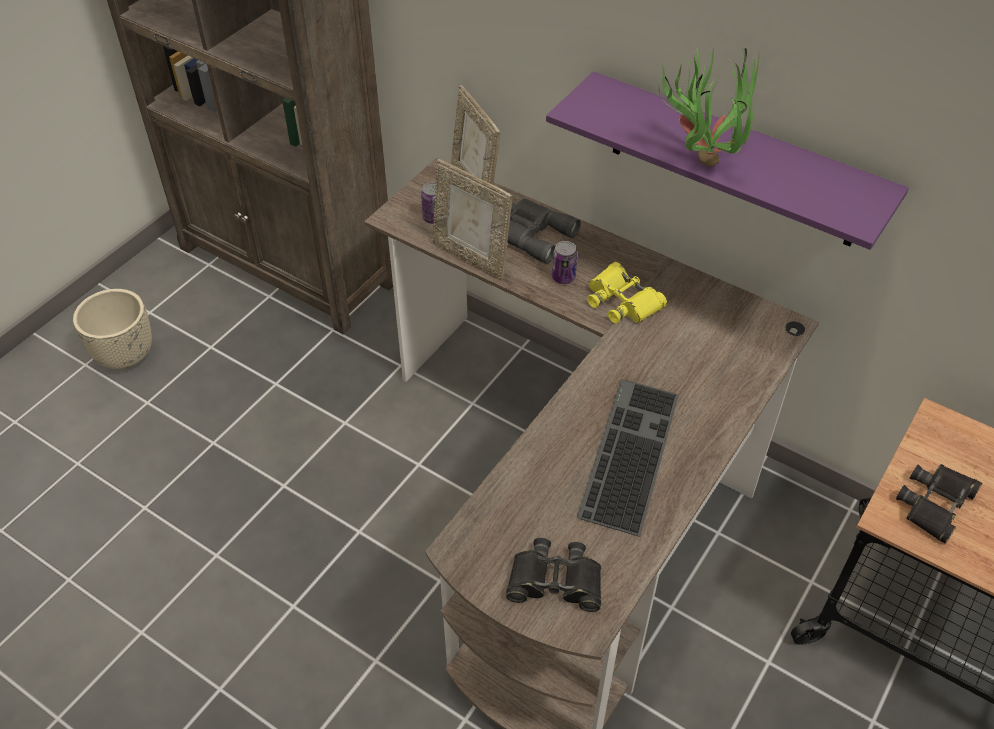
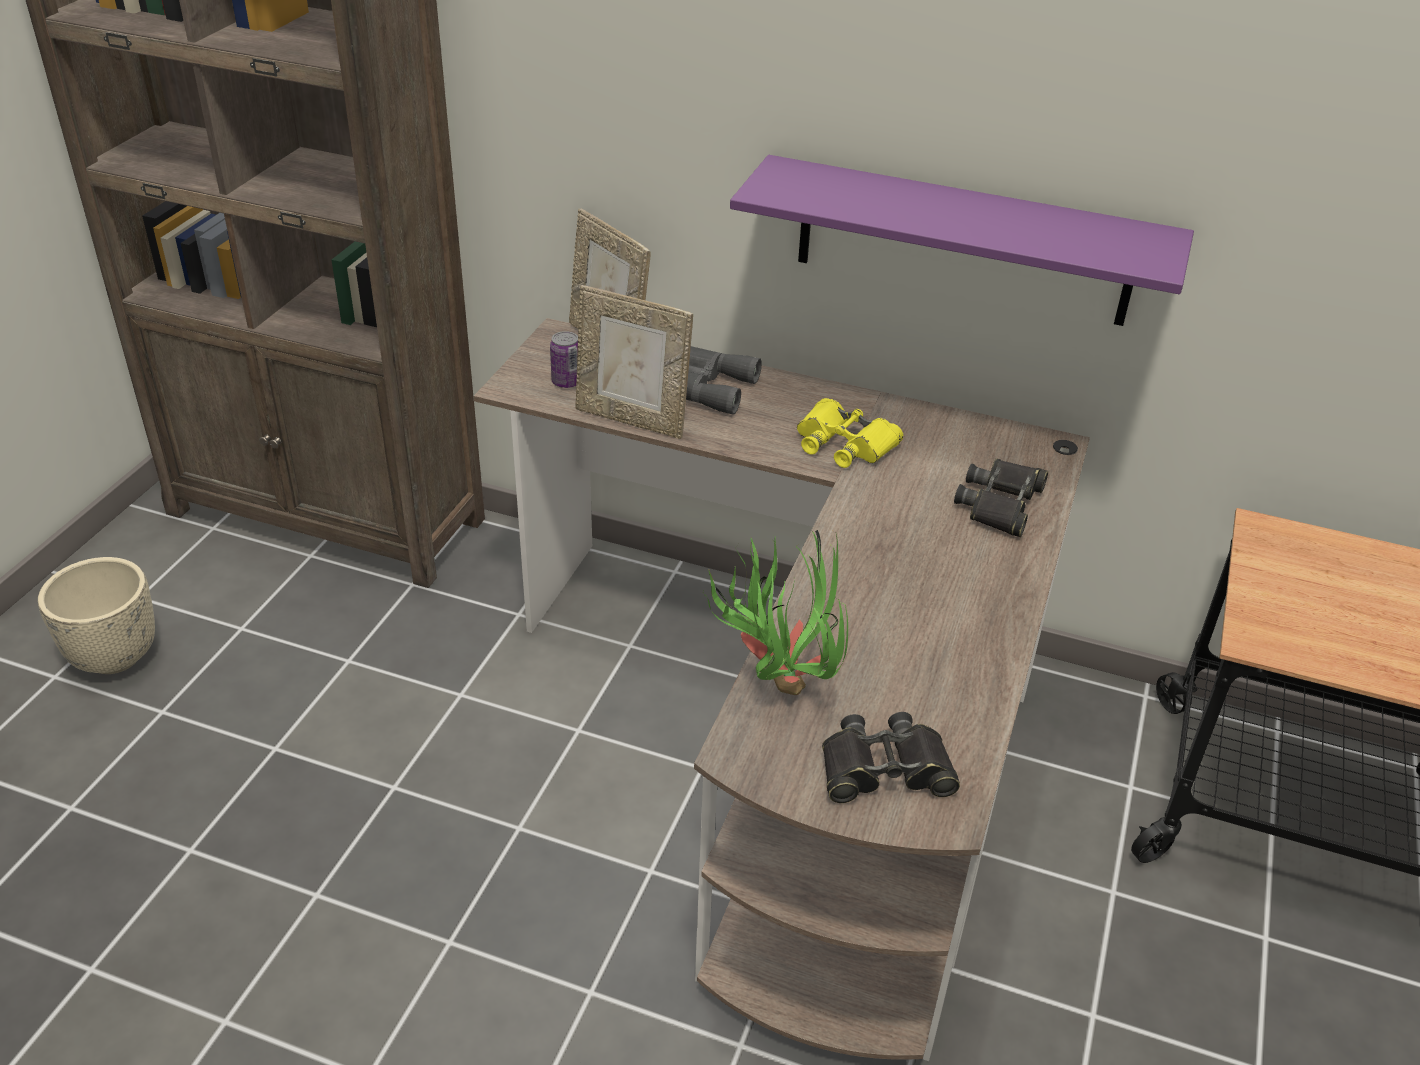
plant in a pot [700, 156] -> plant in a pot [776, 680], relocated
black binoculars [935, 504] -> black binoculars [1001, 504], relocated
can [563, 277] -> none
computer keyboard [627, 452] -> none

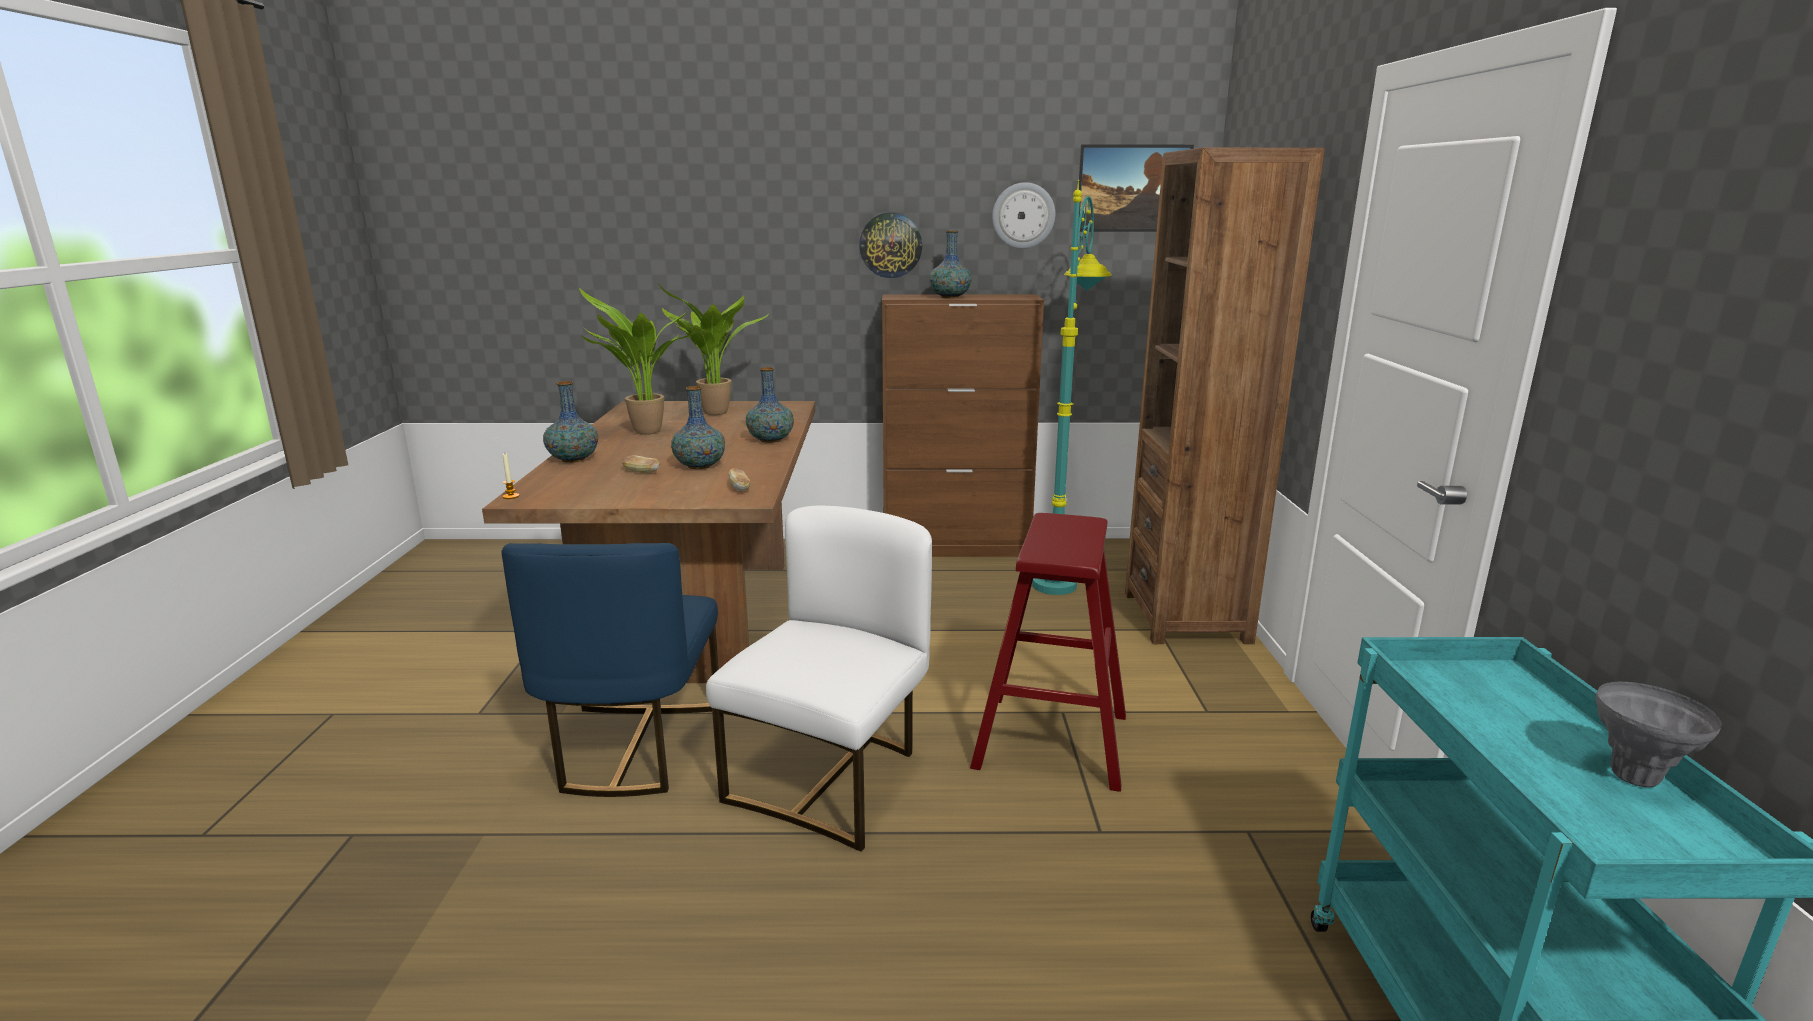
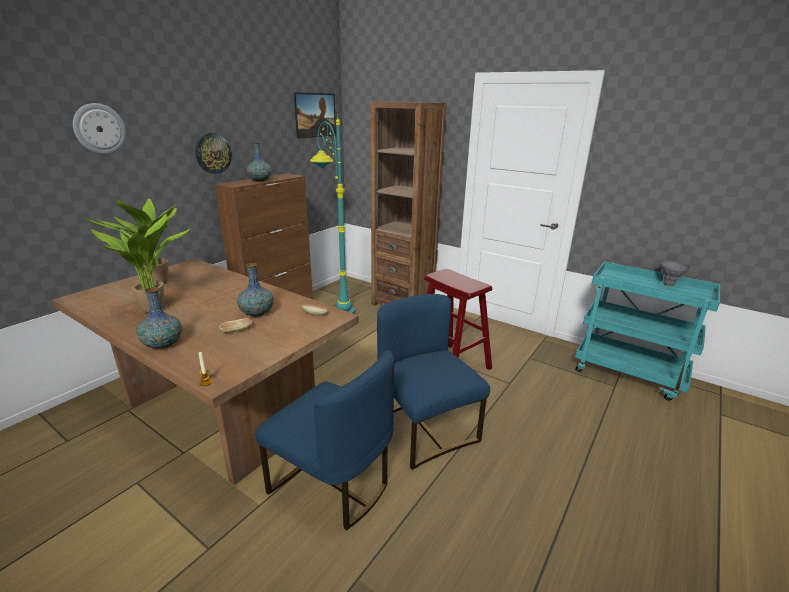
hanging clock [1023, 215] -> hanging clock [99, 129], relocated
whitish upright chair [832, 780] -> blue upright chair [425, 429]
decorative vase [770, 440] -> none

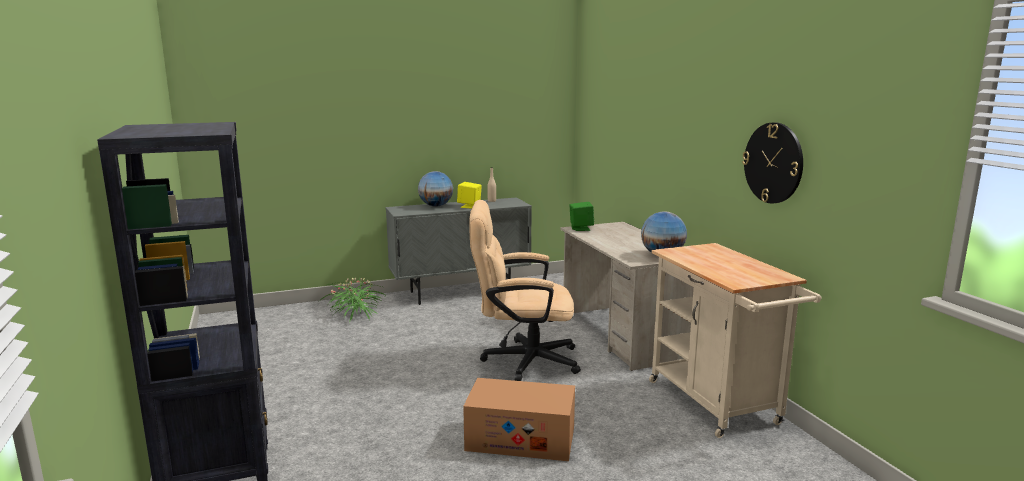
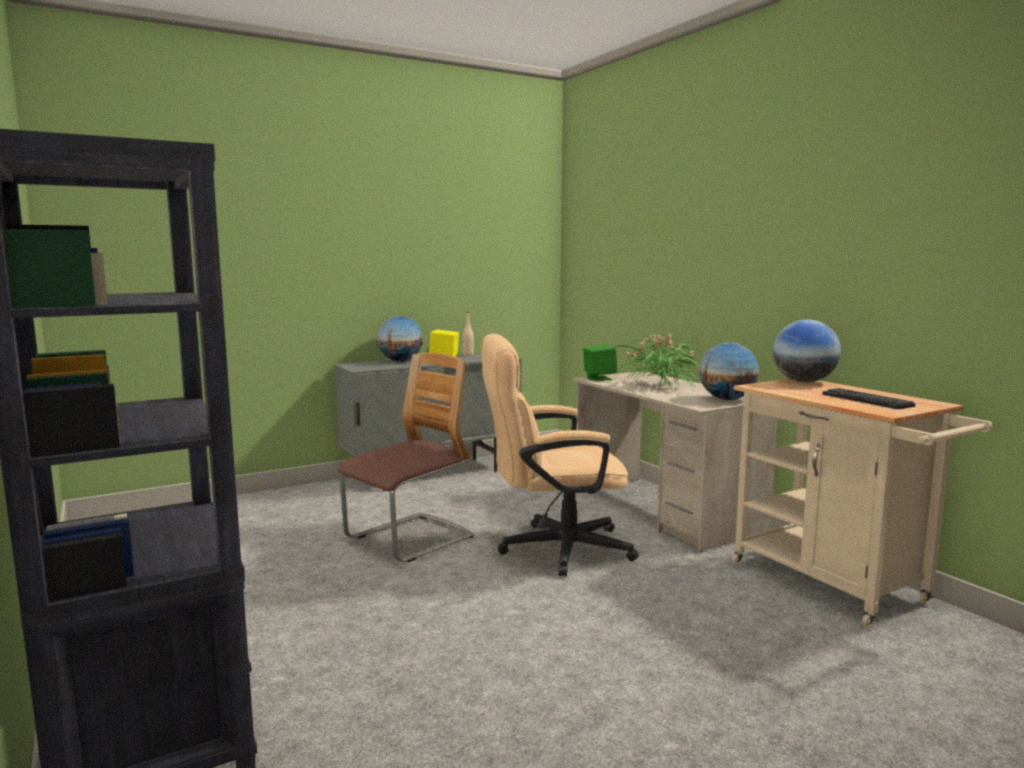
none -> upright chair [409, 539]
plant in a pot [355, 314] -> plant in a pot [660, 385], relocated
none -> world globe [803, 382]
none -> computer keyboard [866, 400]
carton [520, 439] -> none
hanging clock [773, 163] -> none

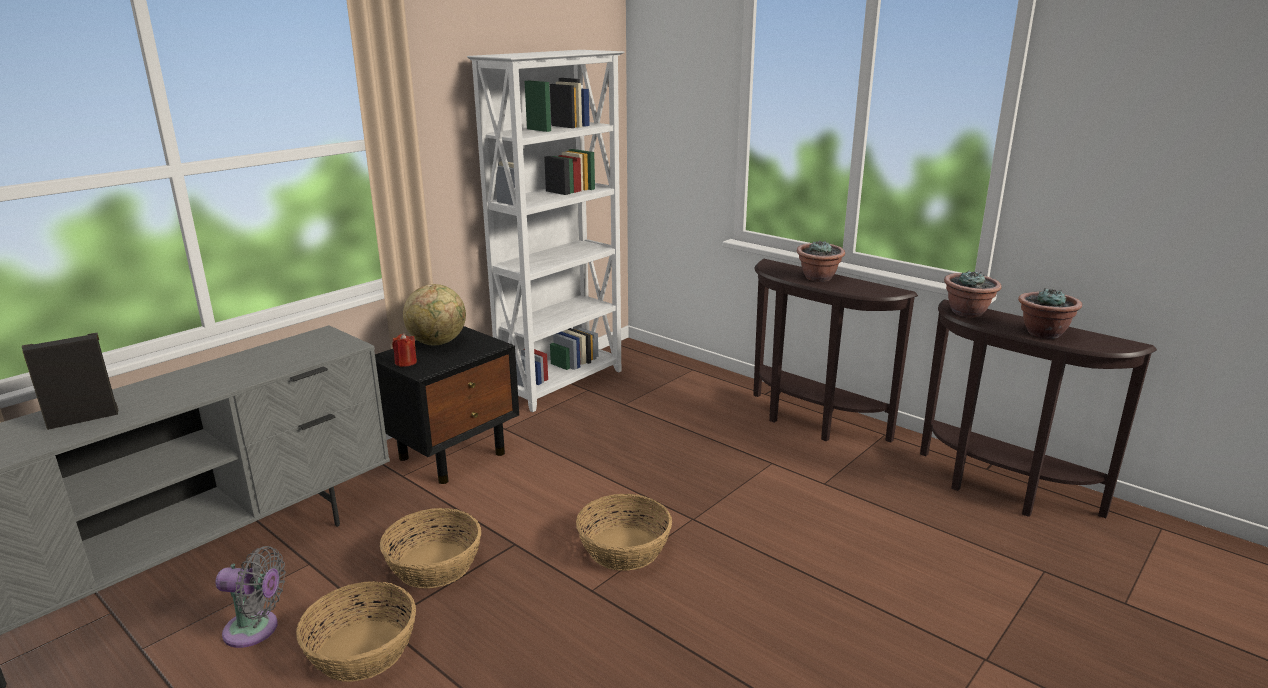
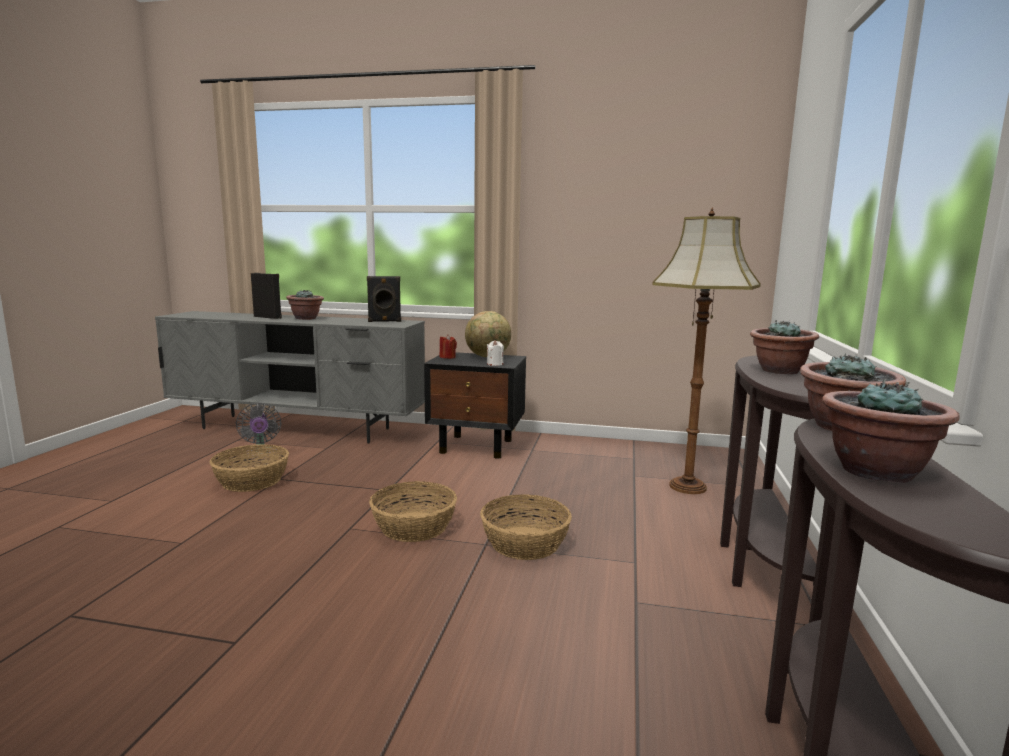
none -> plant in a pot [306, 318]
none -> black loudspeaker [384, 321]
basket [435, 565] -> basket [525, 543], relocated
none -> whitish wax light [495, 364]
none -> standard lamp [689, 487]
whitish shelving unit [563, 383] -> none

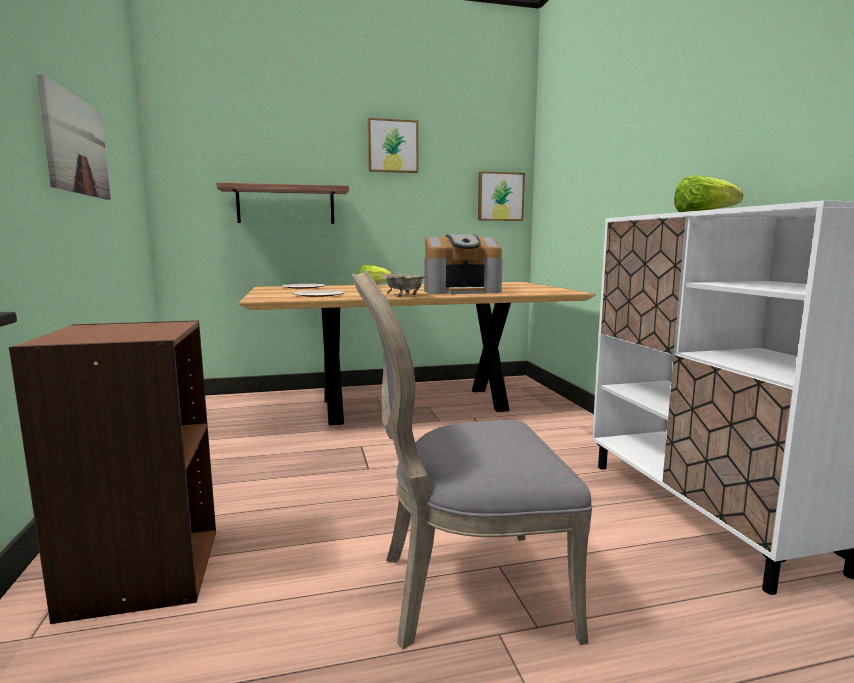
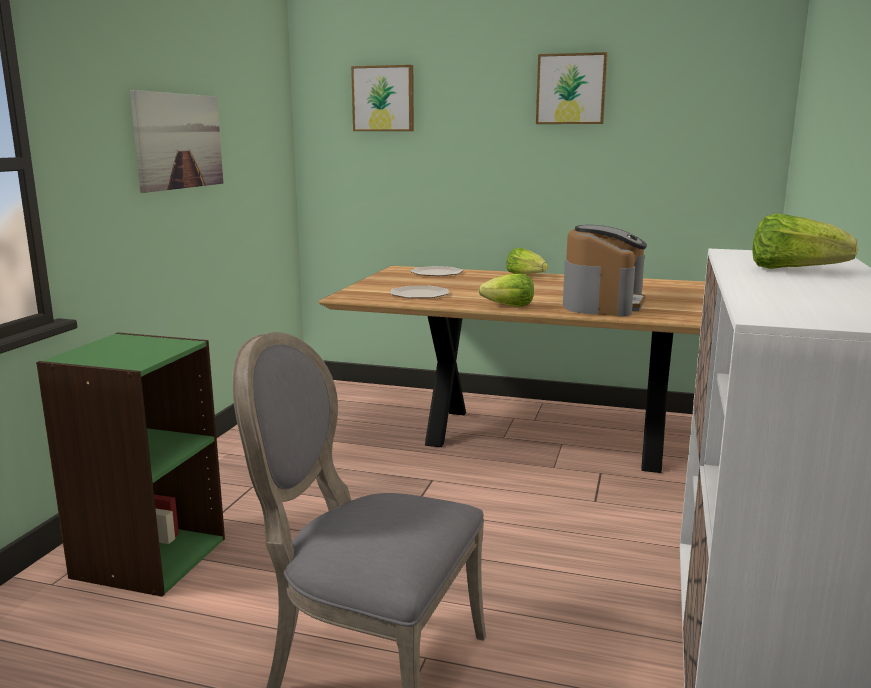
brown-coloured shelving unit [142, 572] -> green shelving unit [148, 557]
wall art [500, 196] -> wall art [383, 98], relocated
sand-coloured serving bowl [404, 295] -> head of lettuce [509, 306]
coffee maker [462, 291] -> coffee maker [603, 303], 90 degrees counterclockwise
bracket shelf [286, 205] -> none

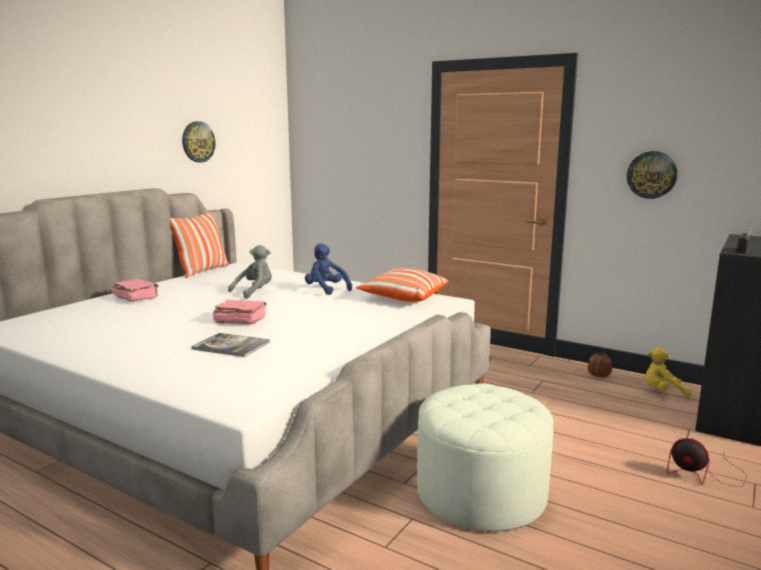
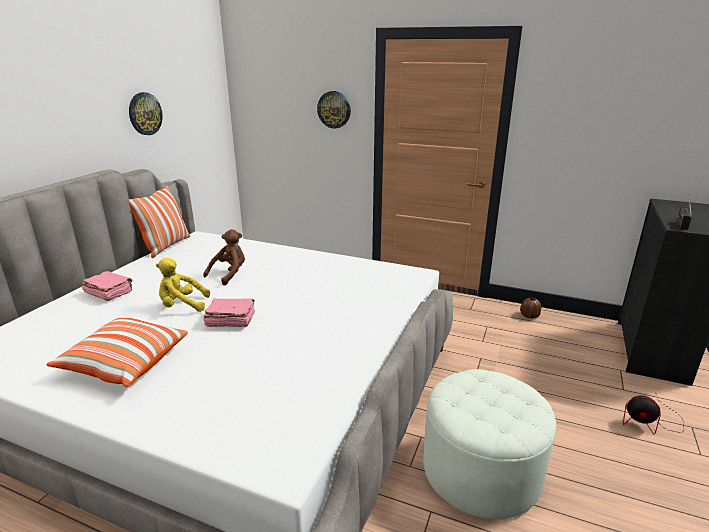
throw pillow [403, 298] -> throw pillow [124, 363], relocated
yellow-coloured soft toy [662, 392] -> yellow-coloured soft toy [182, 306], relocated
gray soft toy [254, 292] -> brown-coloured soft toy [229, 274]
hanging clock [651, 174] -> hanging clock [334, 109], relocated
book [231, 346] -> none
blue soft toy [326, 290] -> none

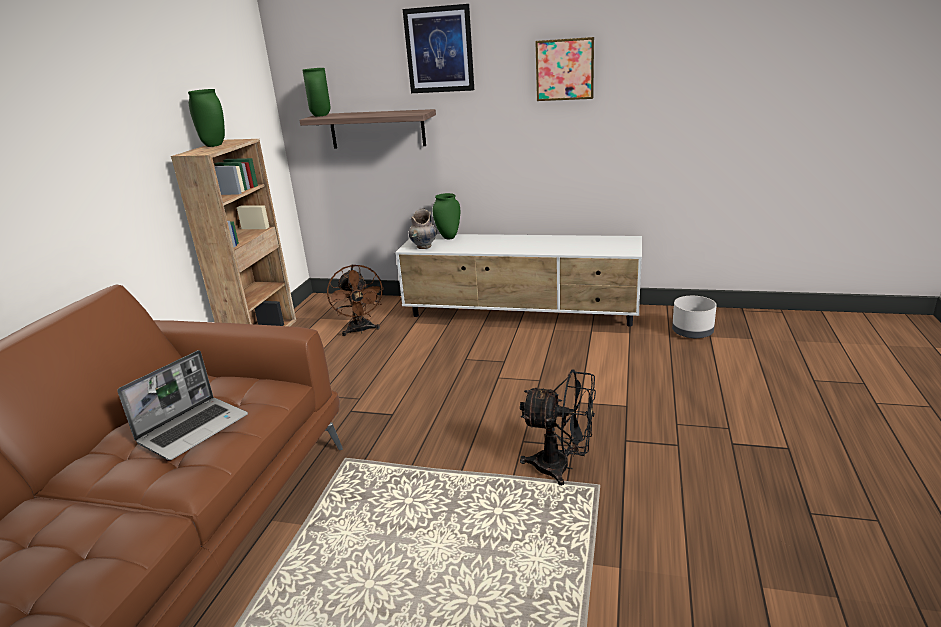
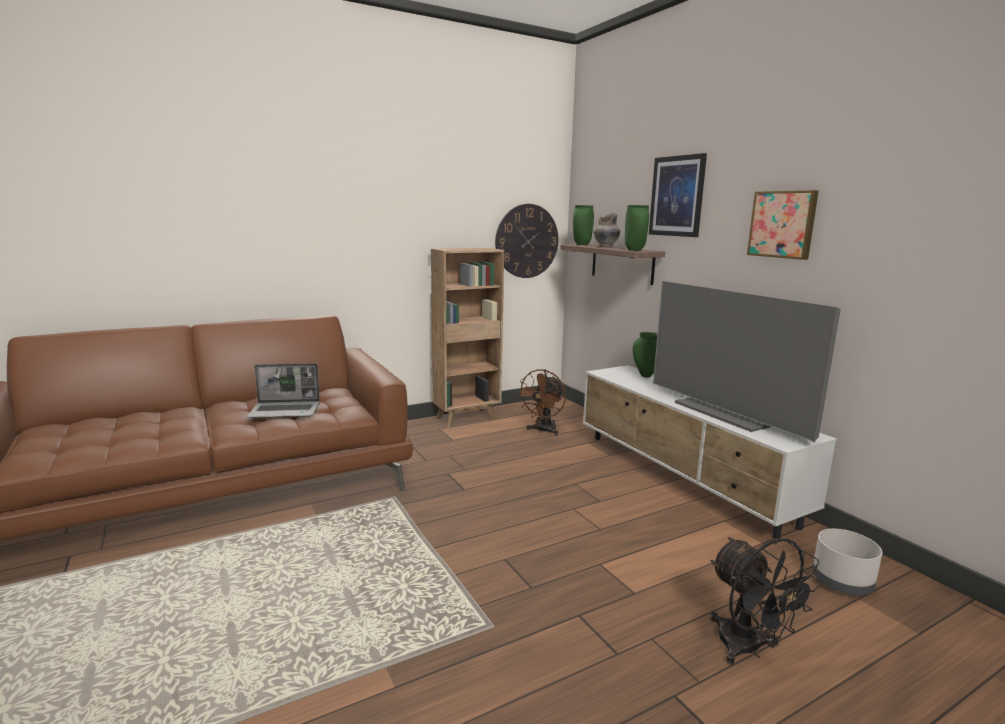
none -> hanging clock [527, 241]
gray decorative vase [423, 247] -> gray decorative vase [605, 247], relocated
green decorative vase [213, 145] -> green decorative vase [634, 250], relocated
none -> TV [727, 413]
black fan [561, 467] -> black fan [748, 649], relocated

